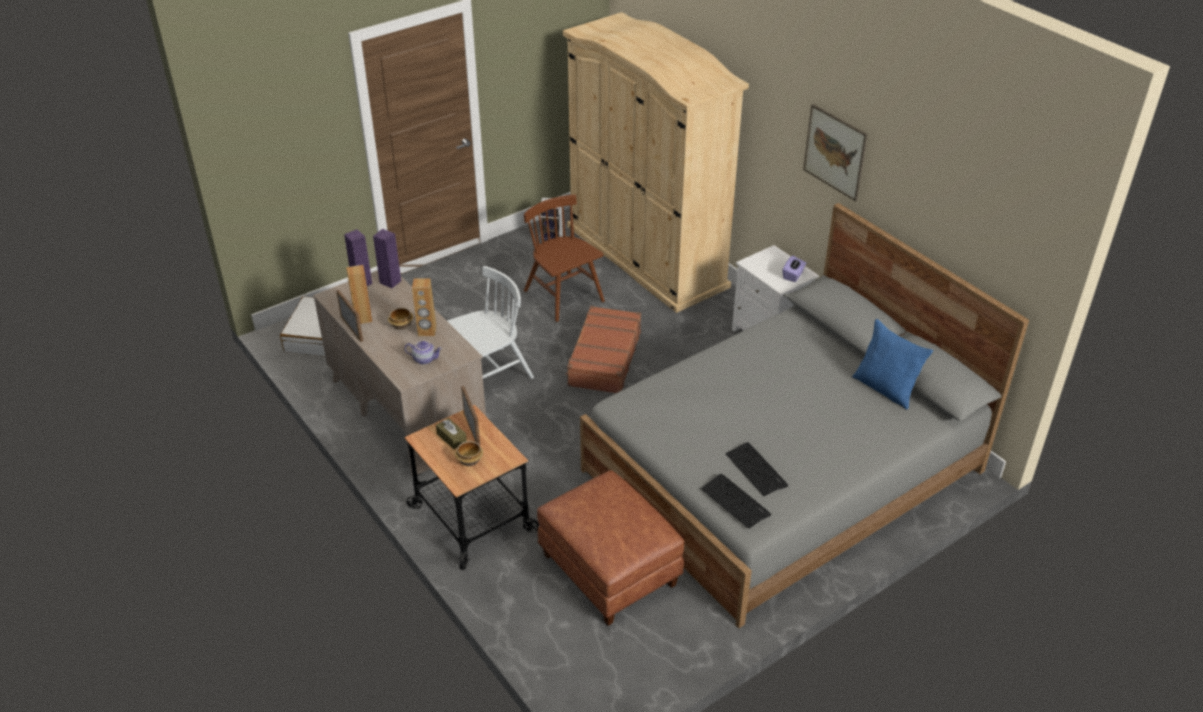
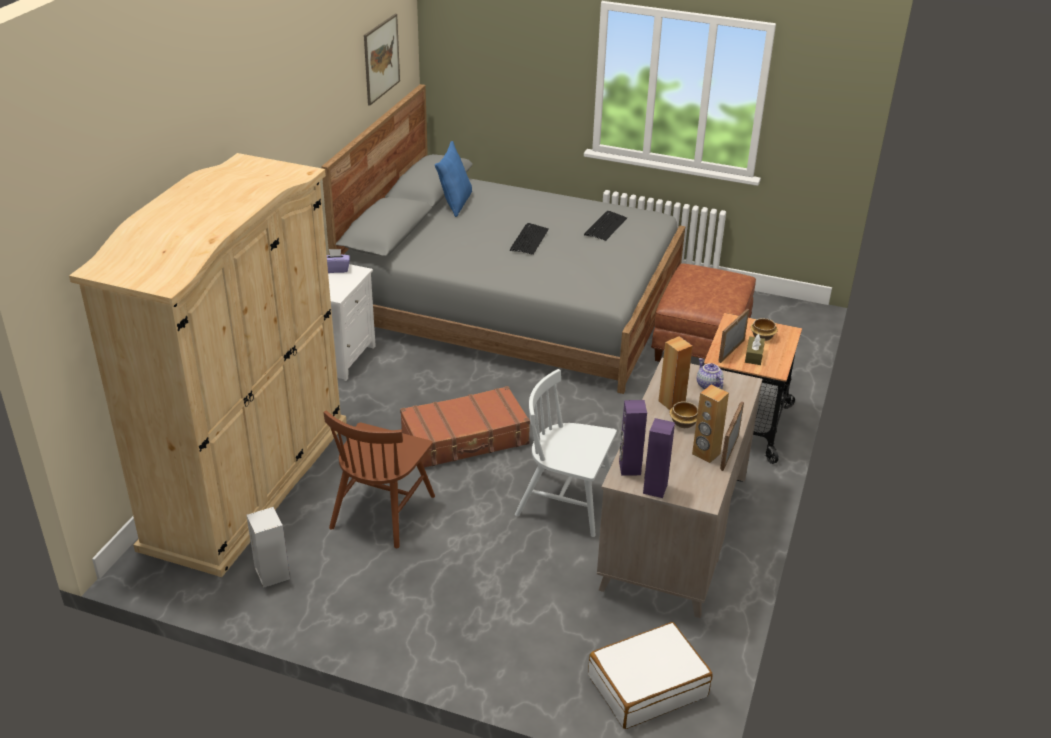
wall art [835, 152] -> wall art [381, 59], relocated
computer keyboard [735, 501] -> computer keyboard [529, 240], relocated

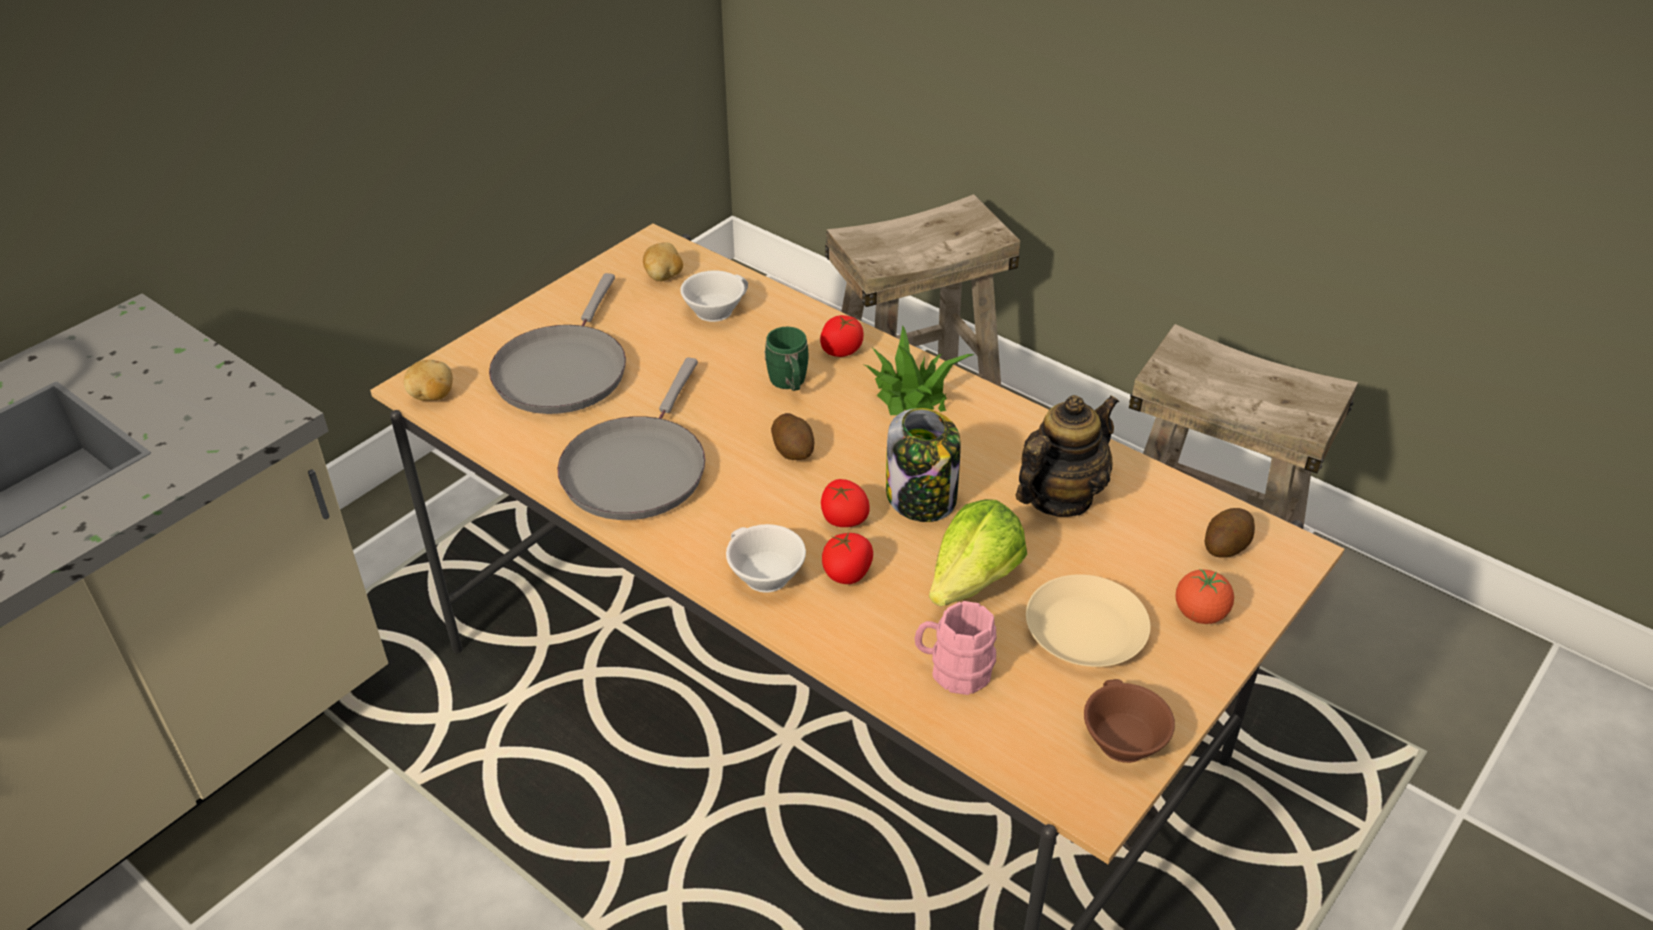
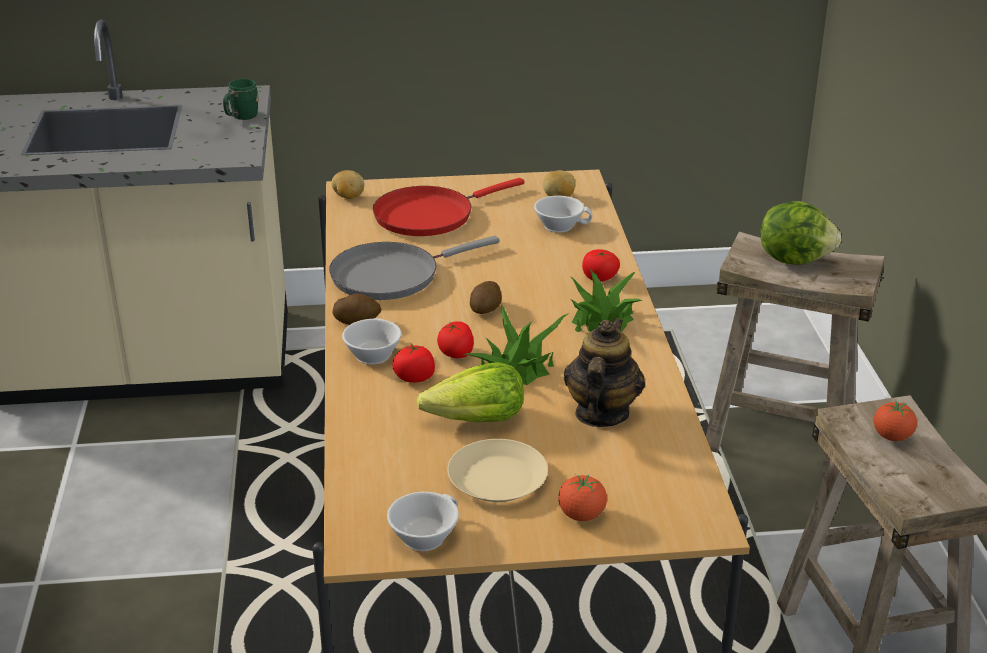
green tea mug [789, 384] -> green tea mug [241, 117], relocated
spud [1226, 545] -> spud [357, 321], relocated
gray pan [562, 370] -> red pan [429, 215]
brown-coloured small cup [1119, 739] -> whitish small cup [423, 535]
preserve jar [922, 498] -> plant in a pot [517, 369]
pot for tea [1059, 497] -> pot for tea [601, 413], 75 degrees counterclockwise
none -> head of lettuce [794, 259]
none -> fresh tomato [892, 437]
pink-coloured tea mug [953, 670] -> none

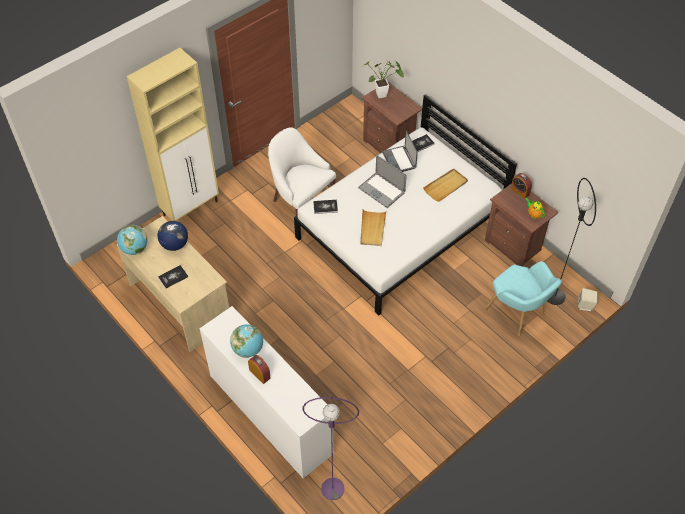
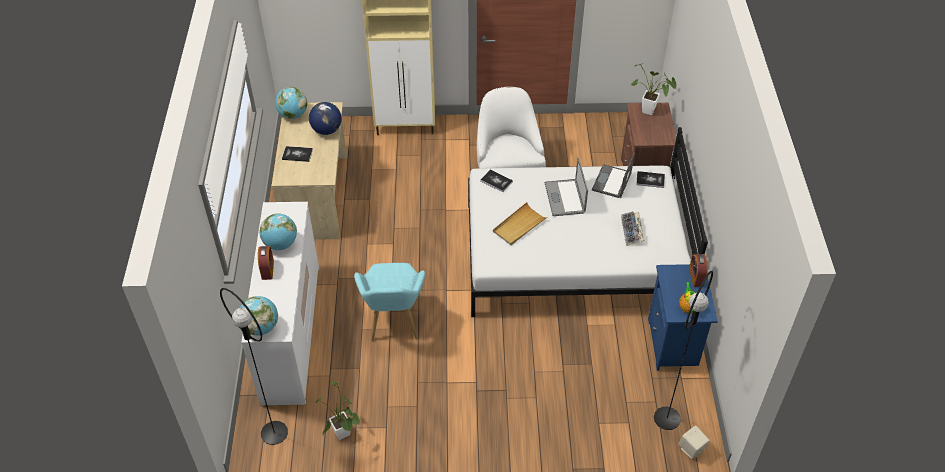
purplish standard lamp [332, 489] -> black standard lamp [274, 432]
none -> world globe [261, 327]
none -> plant in a pot [343, 436]
turquoise easy chair [517, 315] -> turquoise easy chair [393, 323], relocated
sand-coloured carrying tray [445, 186] -> computer keyboard [632, 231]
brown-coloured bedside table [514, 246] -> blue bedside table [673, 344]

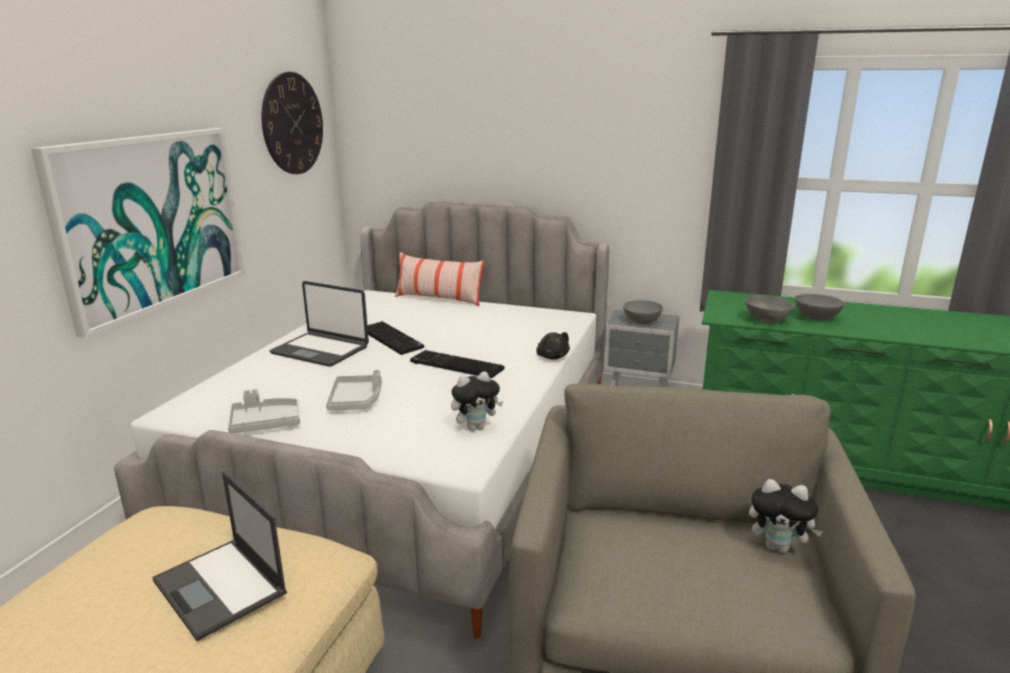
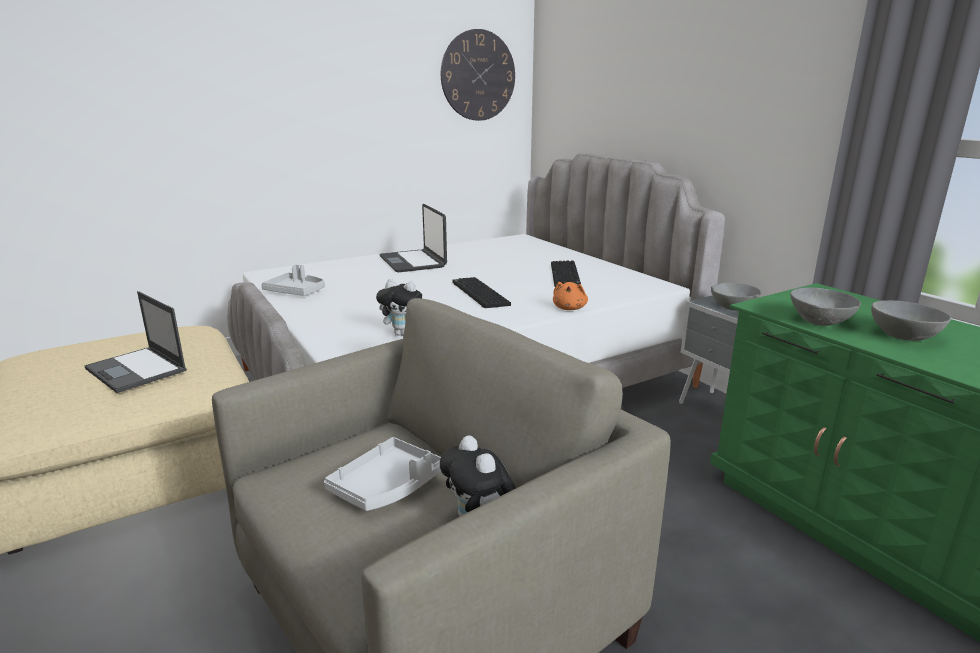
notebook computer [221, 587] -> notebook computer [137, 370], 45 degrees counterclockwise
gray carrying tray [356, 400] -> gray carrying tray [387, 486], relocated
computer keyboard [393, 339] -> computer keyboard [566, 275], relocated
black soft toy [552, 357] -> orangey soft toy [569, 308]
wall art [152, 222] -> none
throw pillow [439, 299] -> none

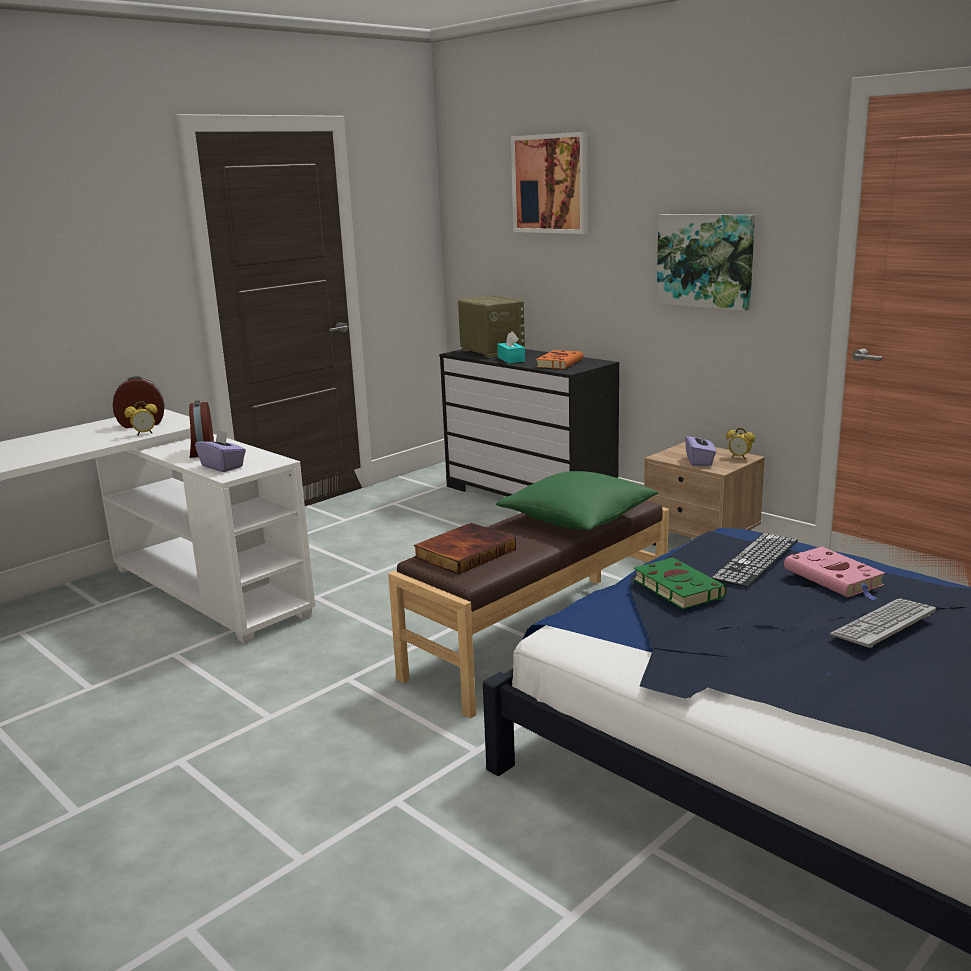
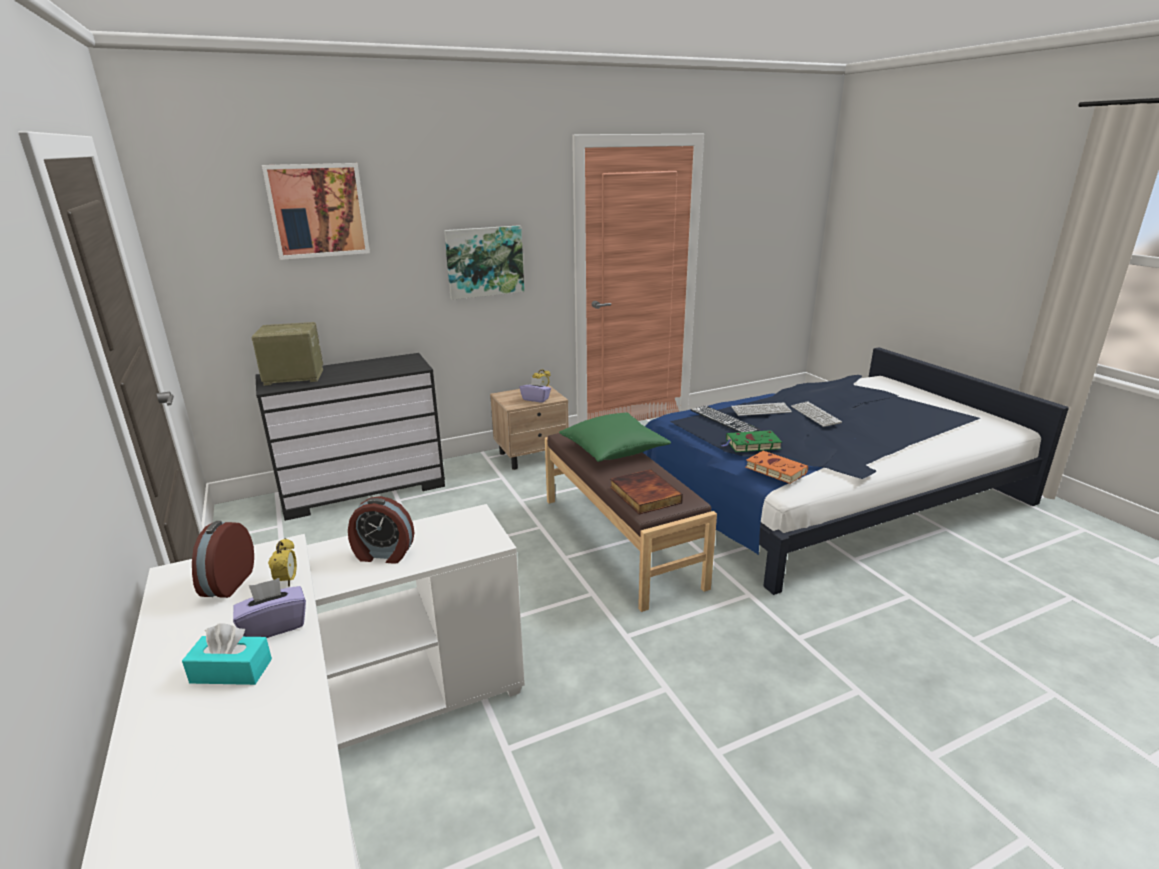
turquoise tissue box [511, 359] -> turquoise tissue box [231, 671], relocated
purplish tissue box [223, 466] -> purplish tissue box [274, 626], relocated
pink-coloured book [835, 578] -> computer keyboard [761, 410]
orangey book [560, 363] -> orangey book [774, 470], relocated

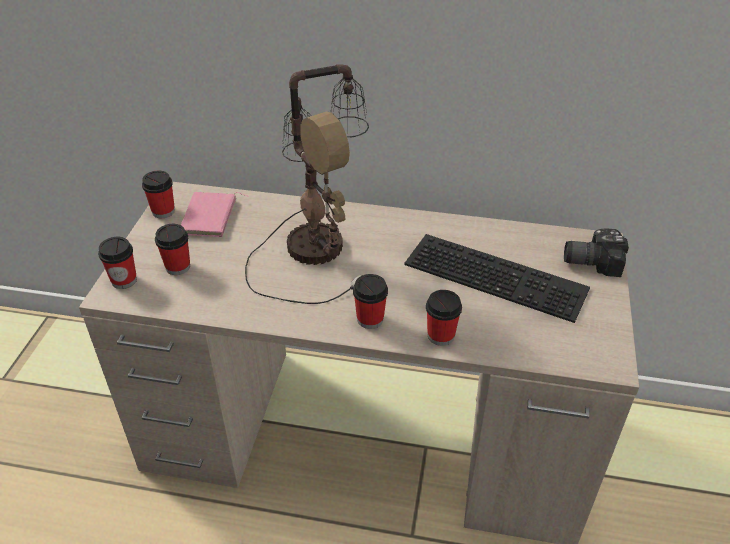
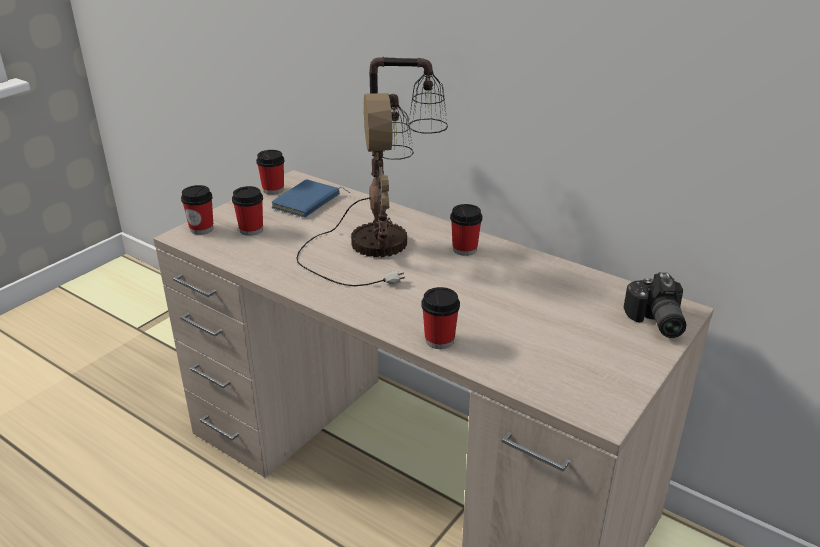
pink-coloured book [211, 218] -> blue book [308, 203]
small cup [370, 319] -> small cup [464, 249], relocated
still camera [591, 260] -> still camera [655, 322], 120 degrees counterclockwise
computer keyboard [498, 275] -> none

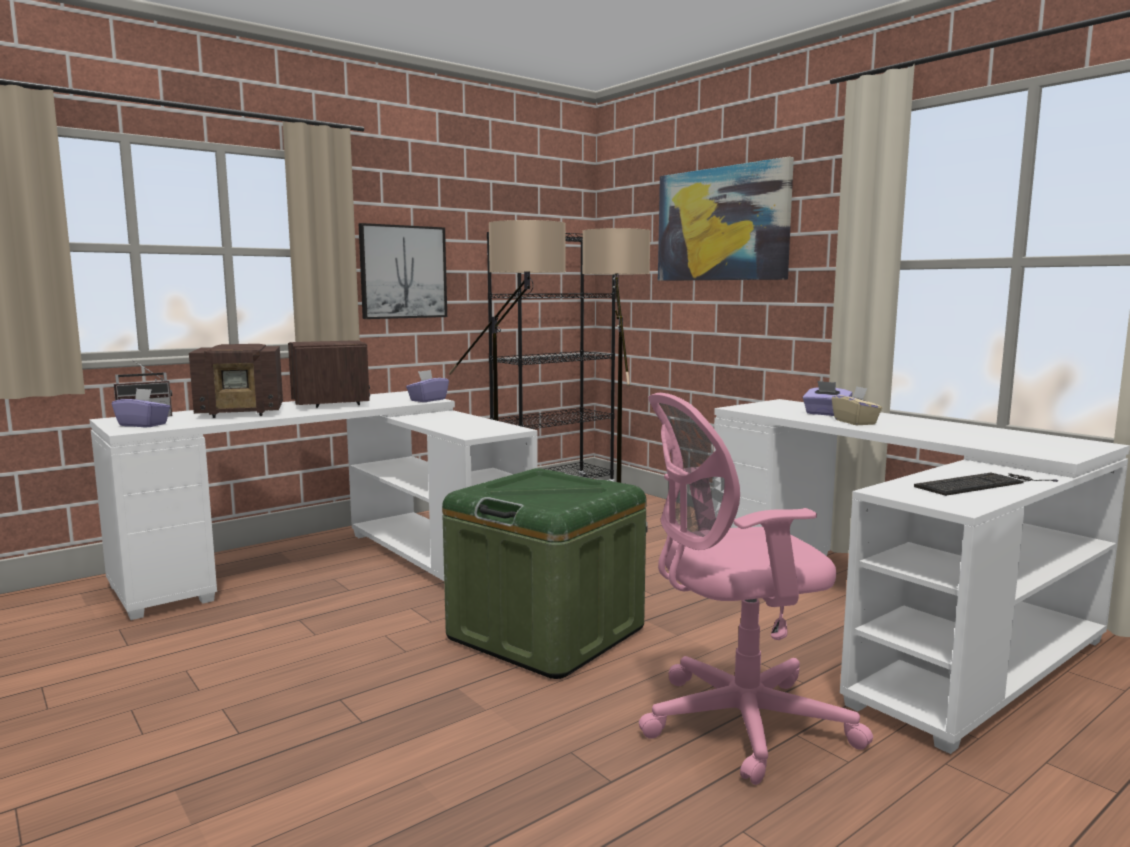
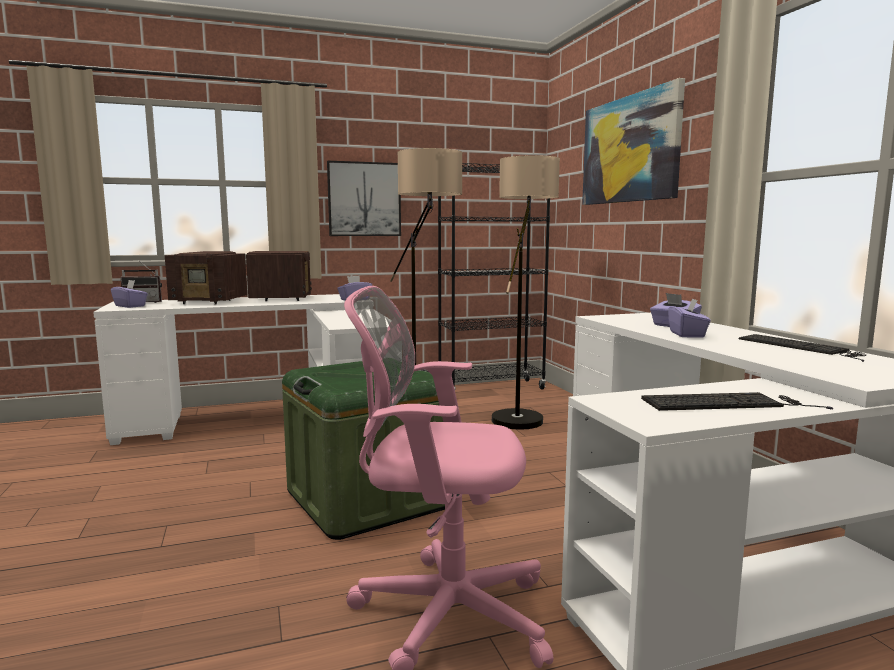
sand-coloured tissue box [855, 422] -> purplish tissue box [687, 334]
none -> computer keyboard [802, 347]

